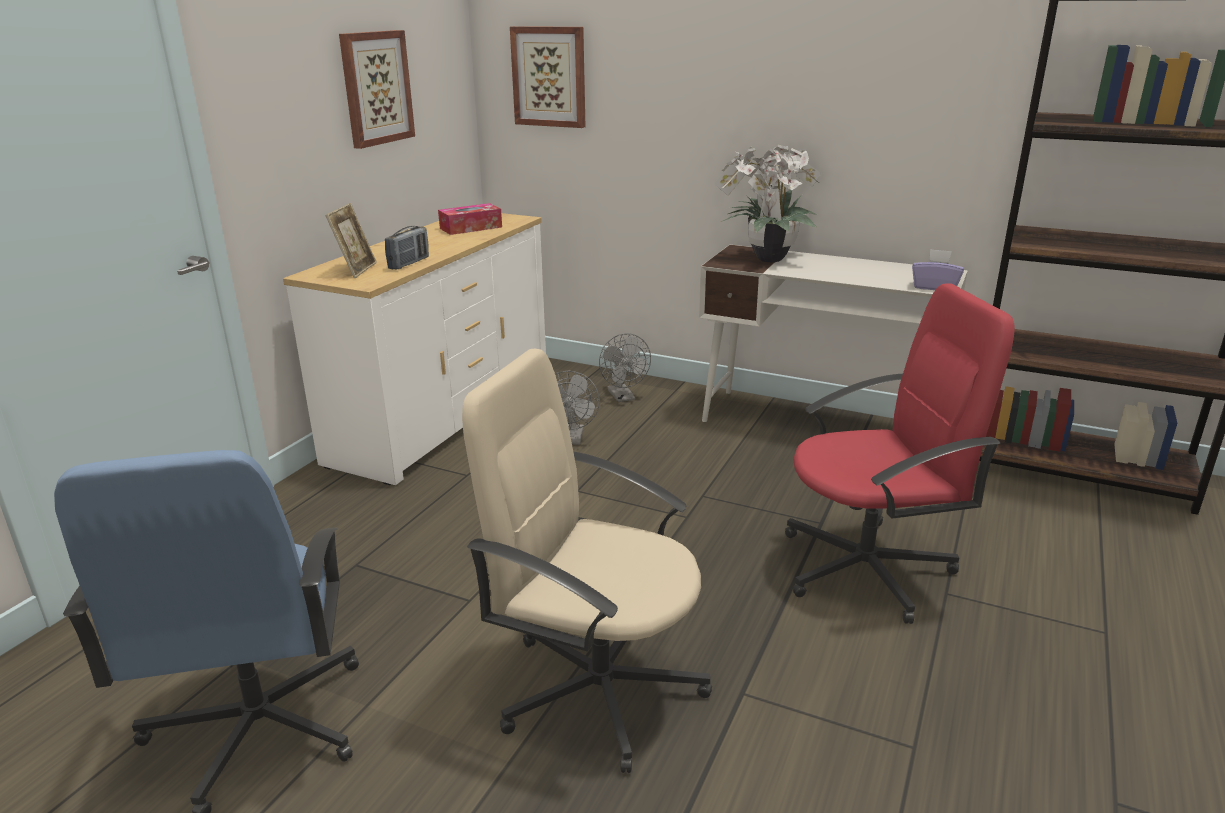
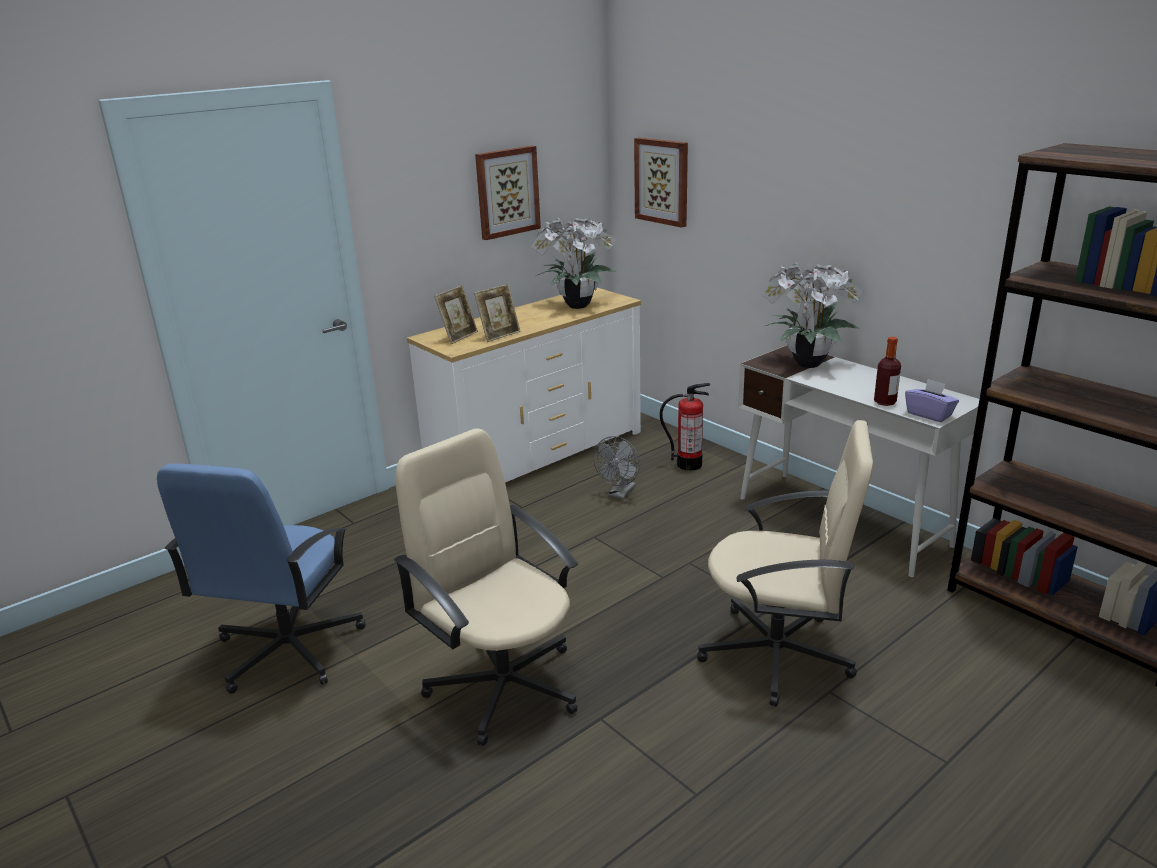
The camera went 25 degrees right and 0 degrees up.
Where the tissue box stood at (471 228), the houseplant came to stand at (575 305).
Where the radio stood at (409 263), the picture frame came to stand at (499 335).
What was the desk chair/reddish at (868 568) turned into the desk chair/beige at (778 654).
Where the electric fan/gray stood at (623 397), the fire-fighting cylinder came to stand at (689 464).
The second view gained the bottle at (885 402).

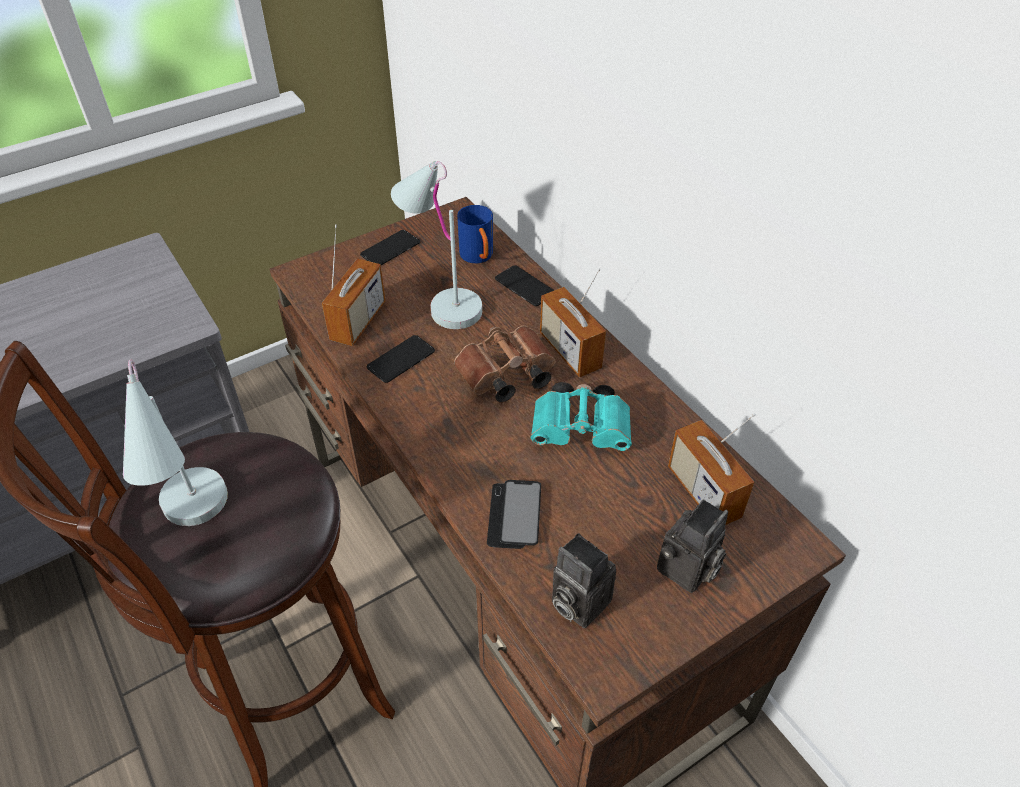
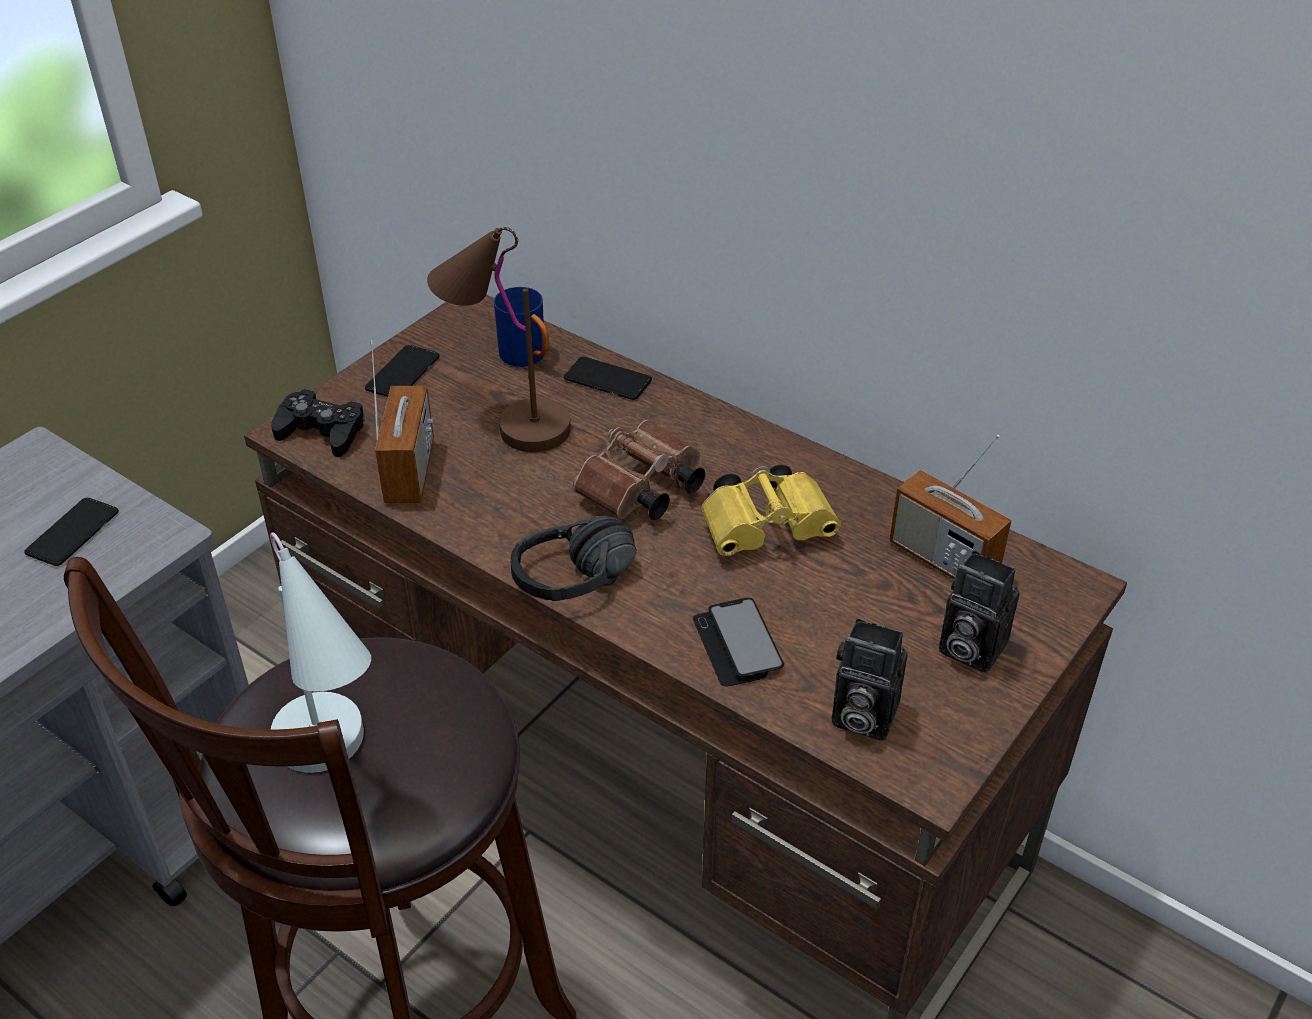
The camera went 20 degrees left and 5 degrees down.
What was the table lamp/whitish at (440 300) turned into the table lamp/brown at (506 421).
The second view lost the radio at (570 351).
The phone ended up elsewhere, having gone from (401 359) to (73 533).
What was the field glasses/turquoise at (583 431) turned into the field glasses/yellowish at (770 529).
The still camera at (687 572) ended up facing another way, 105 degrees clockwise from before.
The second view gained the game controller/black at (322 431).
The second view gained the pair of headphones/black at (584 589).

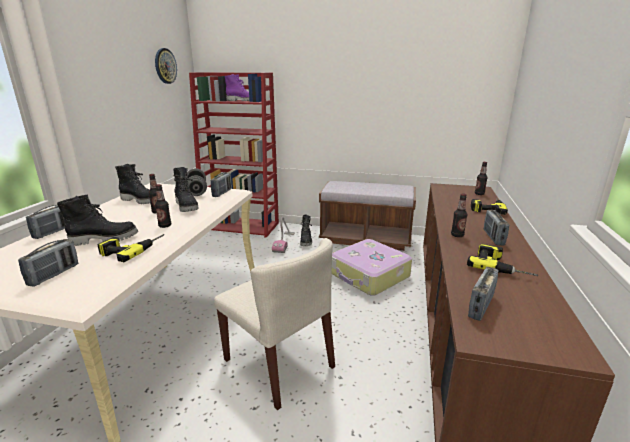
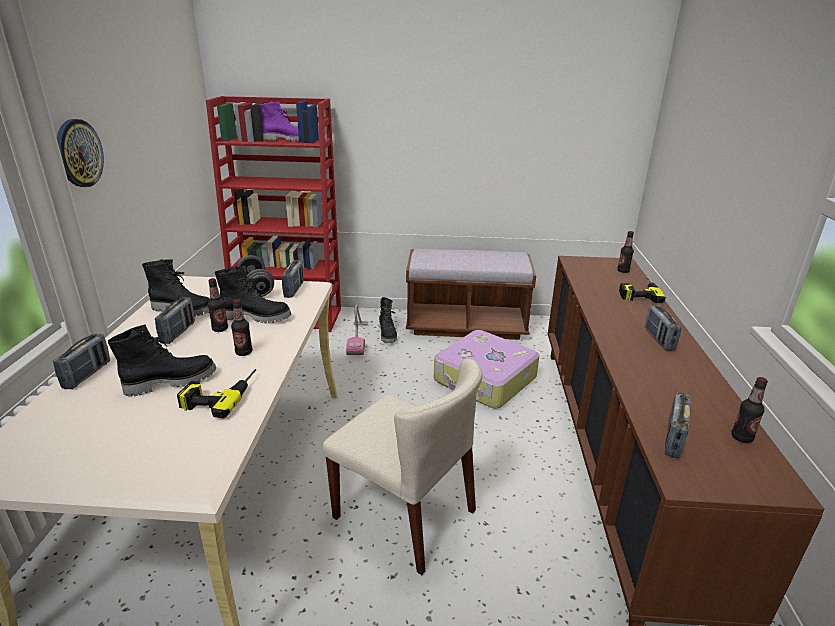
The camera went 10 degrees left and 5 degrees up.
The hanging clock ended up elsewhere, having gone from (165 66) to (78 153).
The boot/black at (187 206) ended up facing another way, 45 degrees counterclockwise from before.
The bottle ended up elsewhere, having gone from (457 235) to (741 437).
The radio ended up elsewhere, having gone from (54 275) to (178 333).
The second view lost the power drill at (501 266).

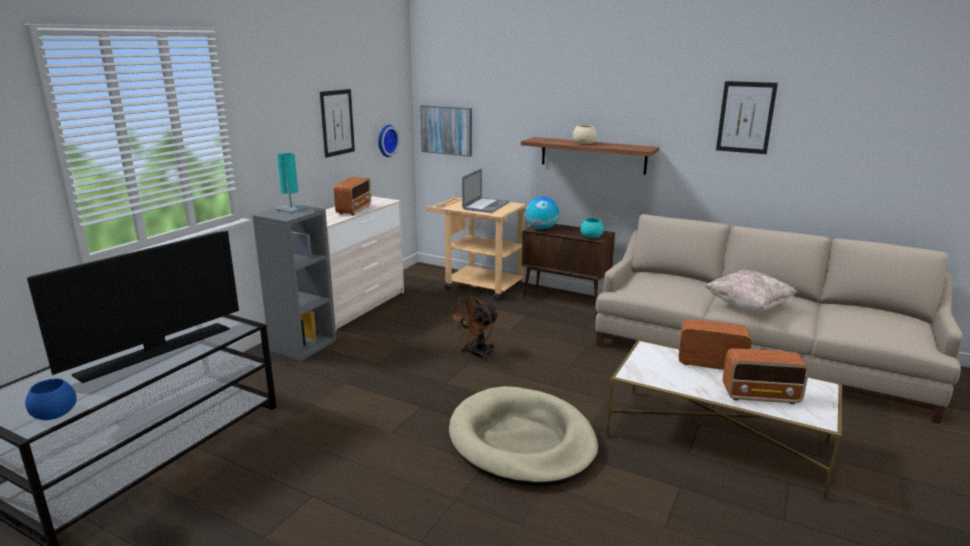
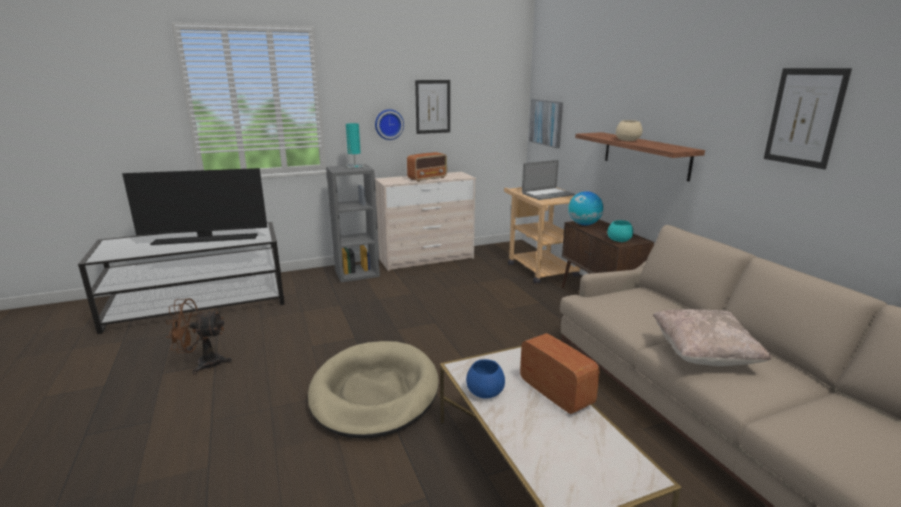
The camera went 40 degrees right and 0 degrees up.
The hanging clock ended up elsewhere, having gone from (386 140) to (388 124).
The electric fan/brown ended up elsewhere, having gone from (476 355) to (203 364).
The second view lost the radio at (761 396).
The deep dish/blue ended up elsewhere, having gone from (54 414) to (485 392).

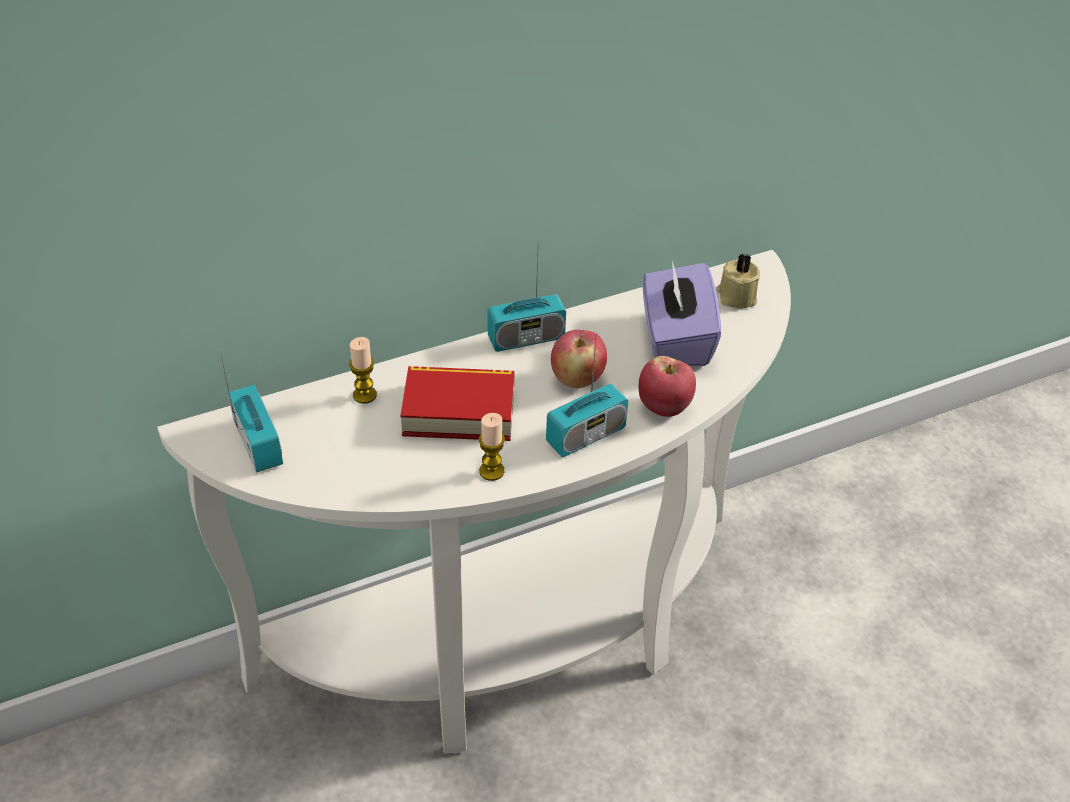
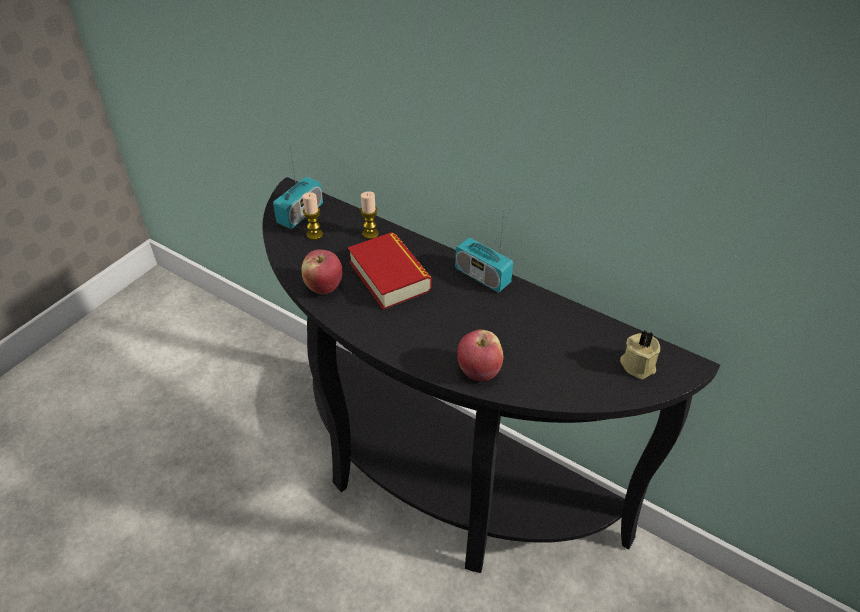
The camera went 60 degrees right and 0 degrees up.
What was the console table/whitish at (521 643) turned into the console table/black at (435 480).
The second view lost the tissue box/purple at (675 339).
The apple ended up elsewhere, having gone from (577 379) to (324 287).
The second view lost the radio at (586 435).
The wax candle ended up elsewhere, having gone from (491 471) to (314 234).

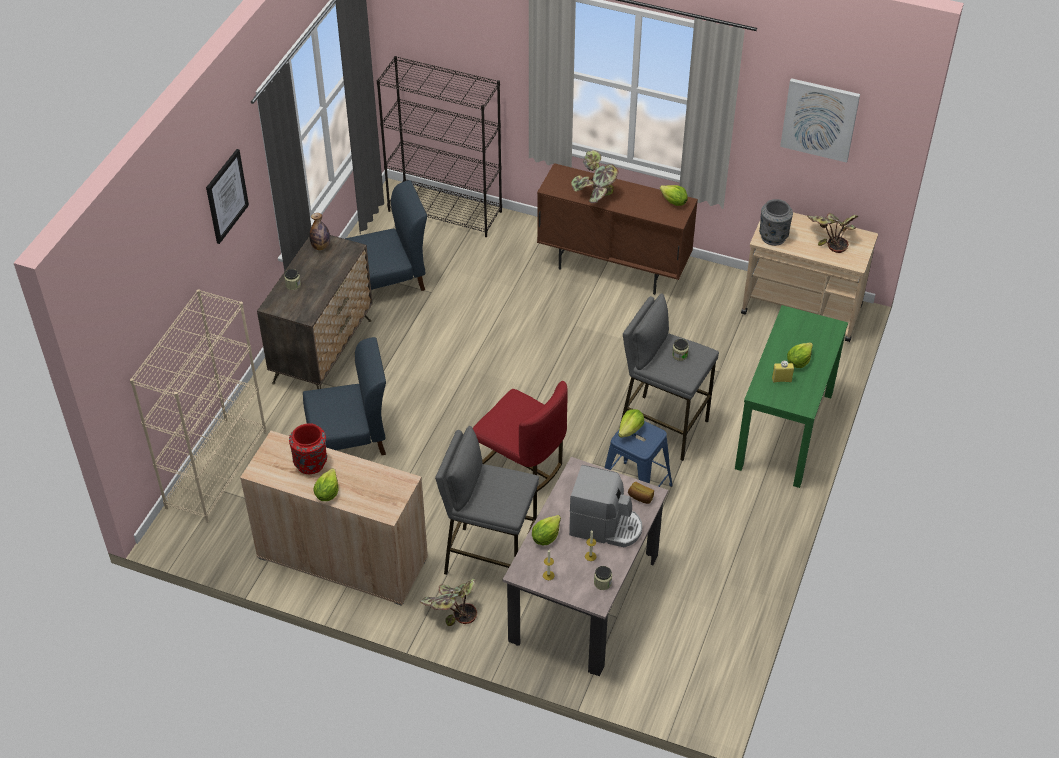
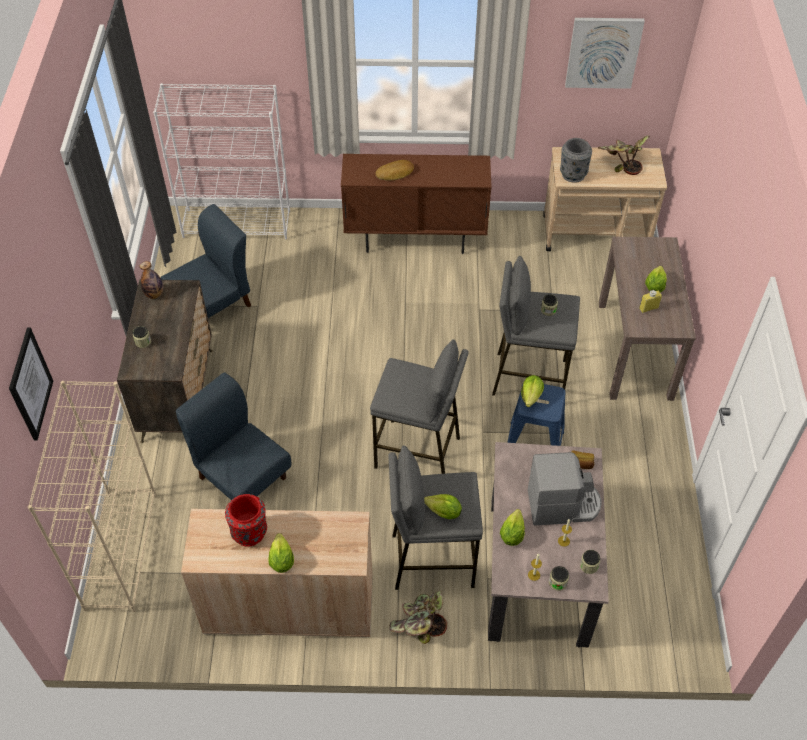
The camera went 20 degrees left and 5 degrees up.
What was the shelving unit/black at (445 211) turned into the shelving unit/whitish at (237 224).
The wall picture ended up elsewhere, having gone from (226 196) to (30 384).
Where the houseplant stood at (595 193), the bread came to stand at (395 173).
The lettuce head ended up elsewhere, having gone from (673 202) to (444 512).
What was the console table/green-coloured at (784 430) turned into the console table/brown at (635 350).
The chair/blue at (349 438) ended up facing another way, 105 degrees counterclockwise from before.
Where the chair/reddish stood at (521 463), the sitting stool/gray came to stand at (418 452).
The second view gained the jar at (557 582).

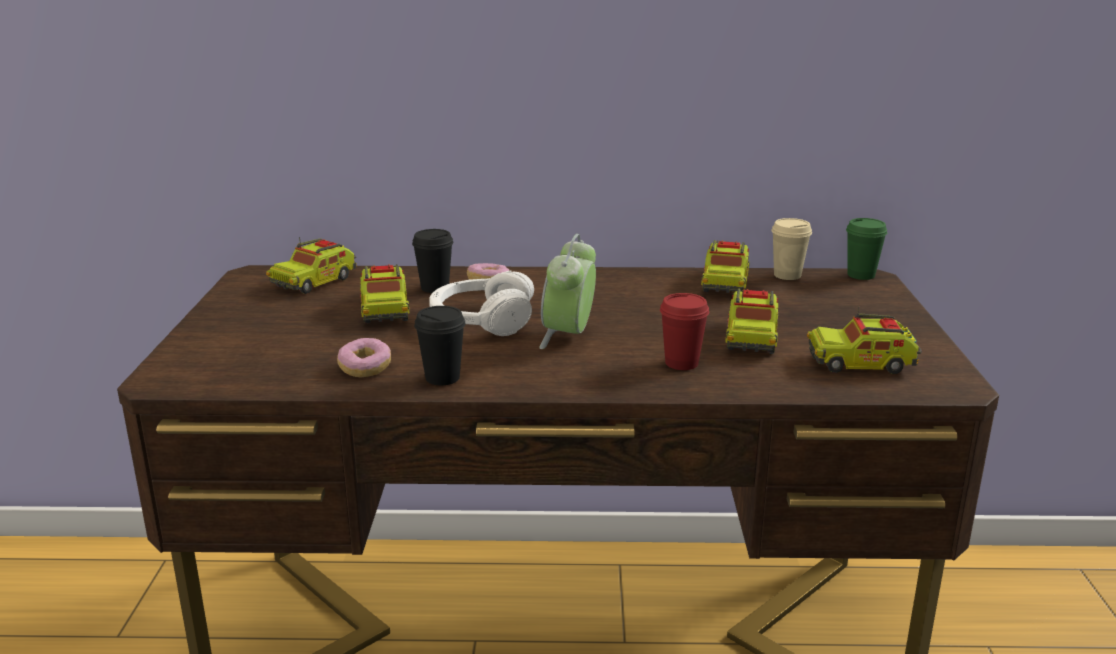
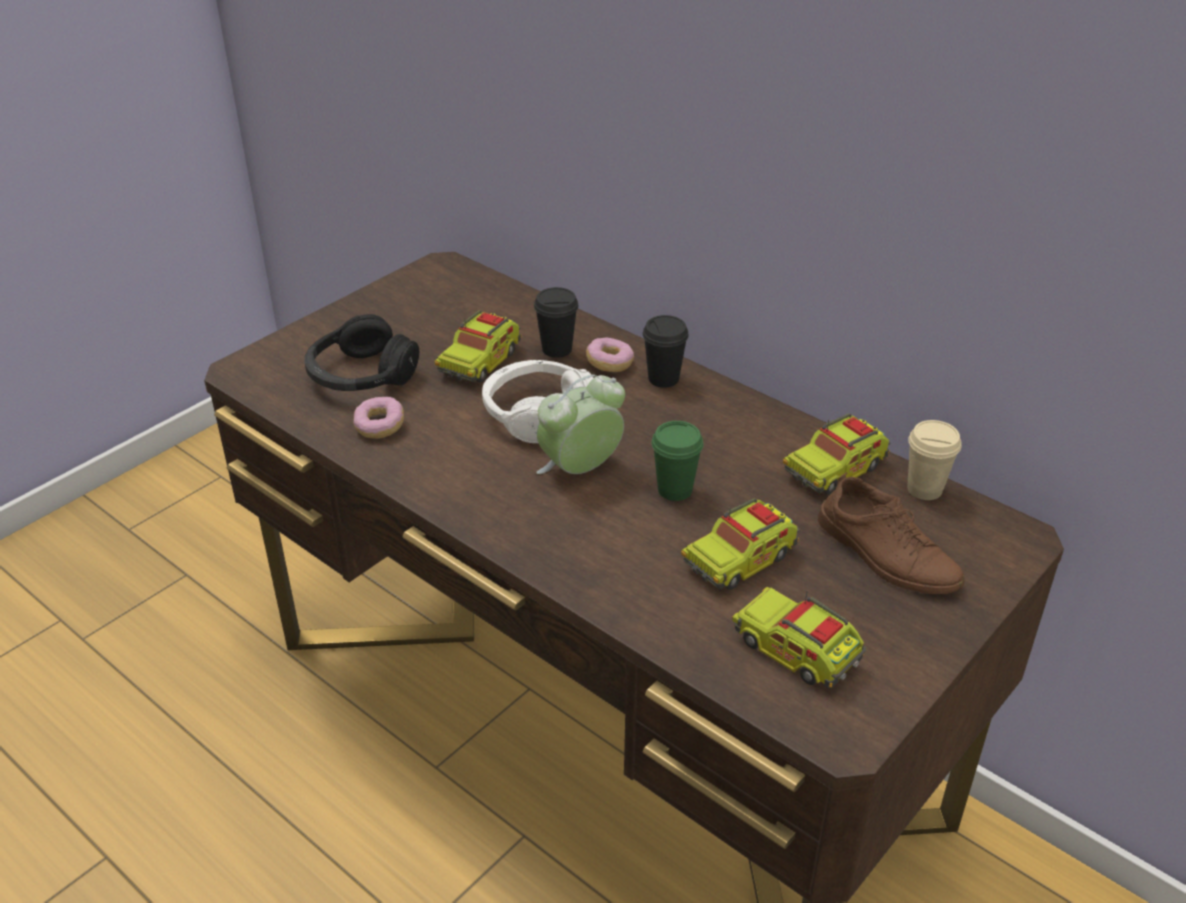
The camera went 40 degrees right and 15 degrees up.
The drinking cup/green-coloured ended up elsewhere, having gone from (861 275) to (674 490).
The second view lost the toy truck at (314 282).
The second view lost the drinking cup/reddish at (681 363).
The drinking cup/black ended up elsewhere, having gone from (442 378) to (663 379).
The second view gained the pair of headphones/black at (361 376).
The second view gained the item of footwear/brown at (886 554).

